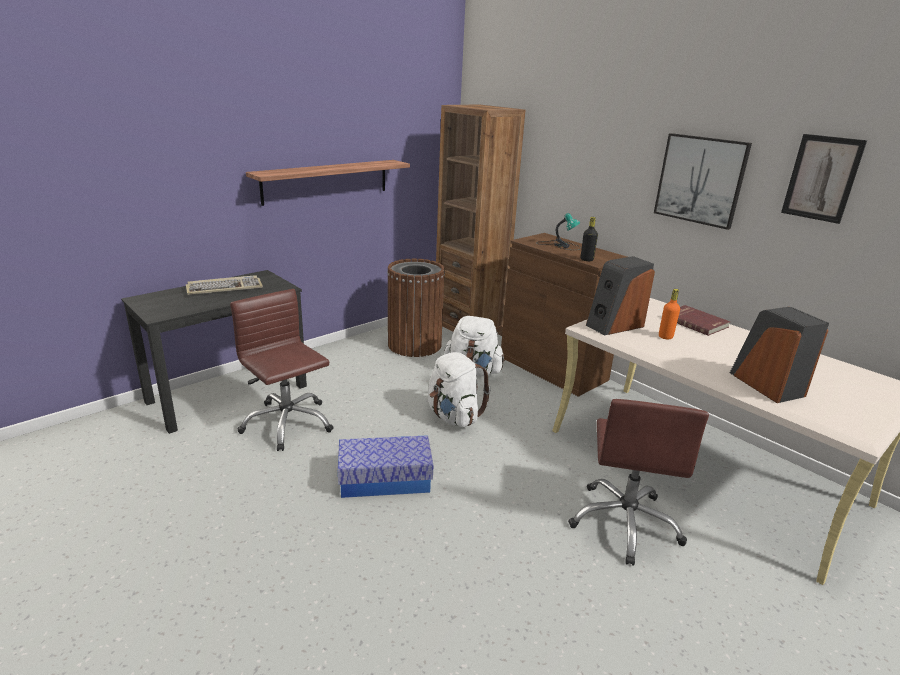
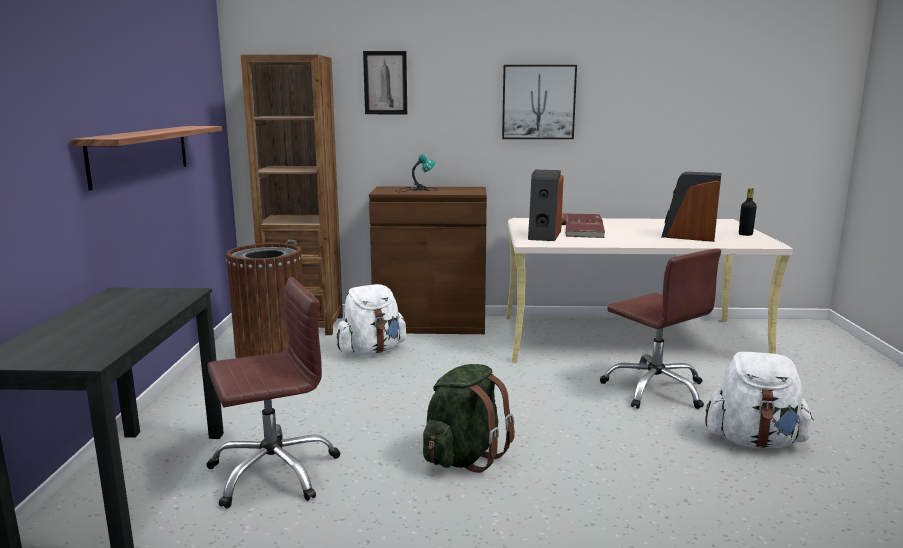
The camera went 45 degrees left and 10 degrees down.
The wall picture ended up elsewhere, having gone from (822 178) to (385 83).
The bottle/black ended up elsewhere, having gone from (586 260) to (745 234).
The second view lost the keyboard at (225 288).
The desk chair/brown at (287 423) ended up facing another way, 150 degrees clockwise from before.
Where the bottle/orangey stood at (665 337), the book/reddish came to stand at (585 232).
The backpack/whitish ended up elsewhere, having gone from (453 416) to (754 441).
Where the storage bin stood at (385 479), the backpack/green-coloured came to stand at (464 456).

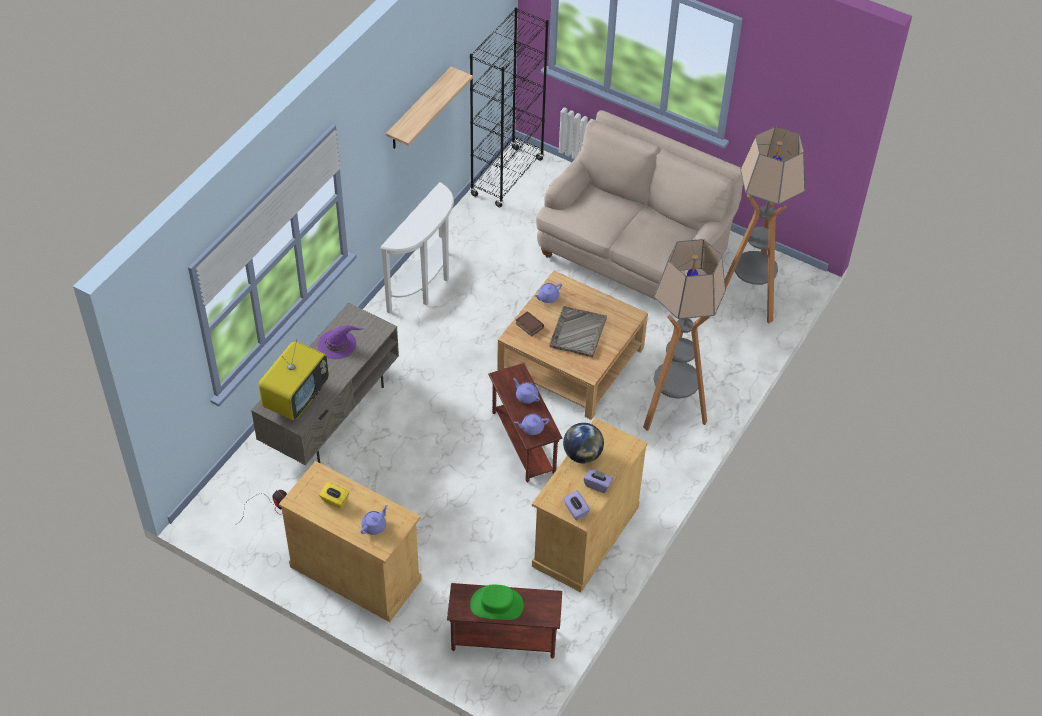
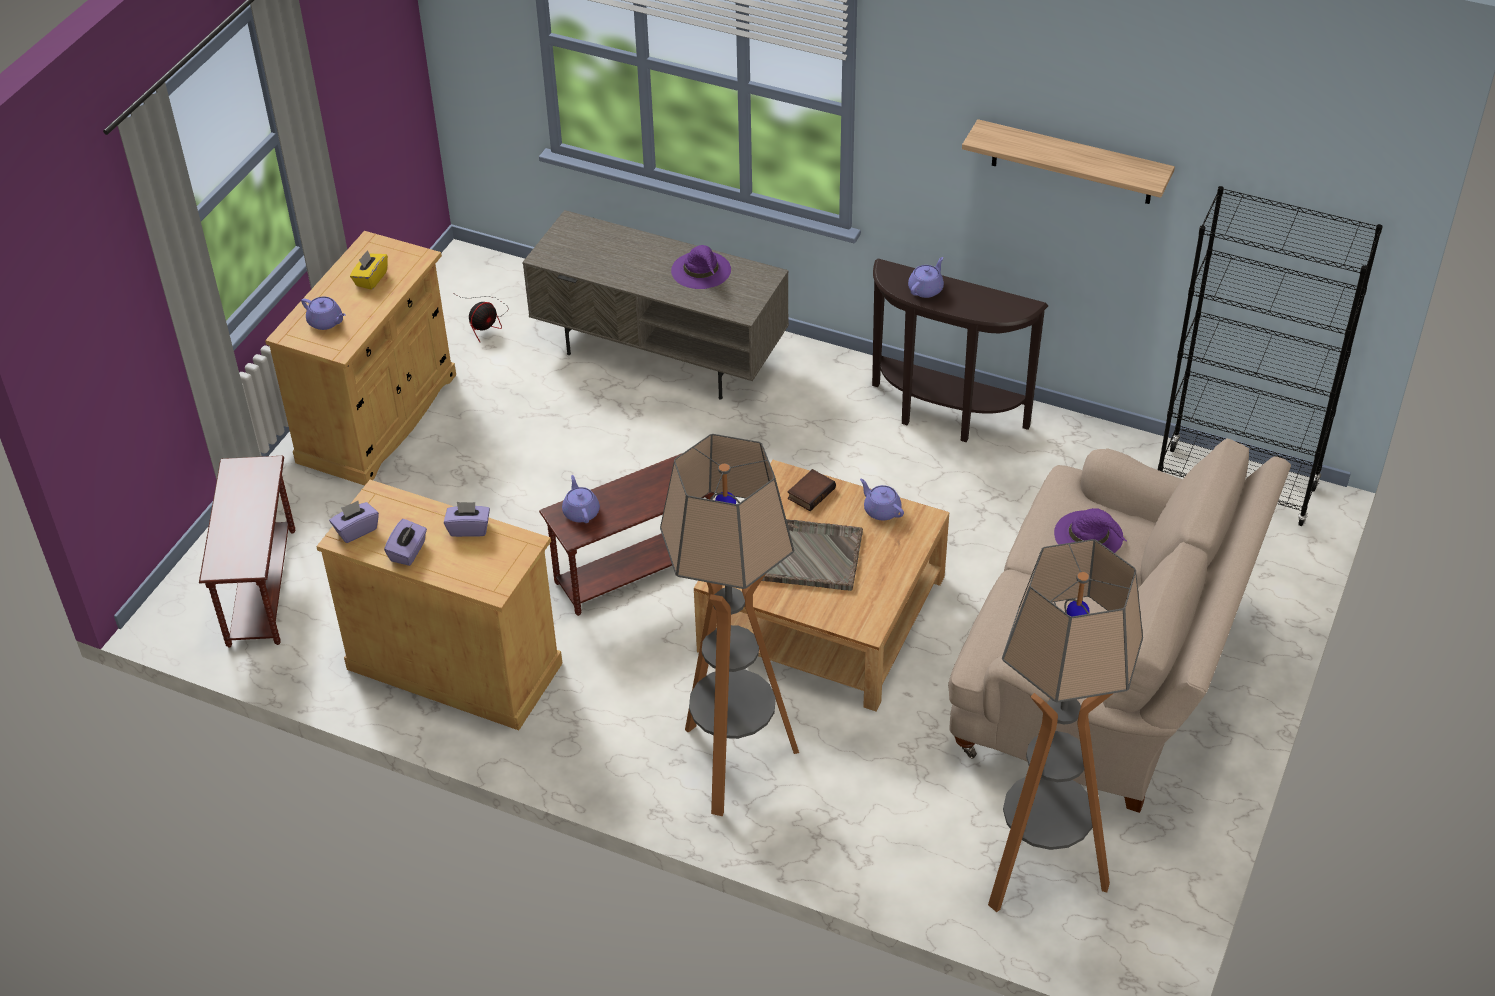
The camera went 85 degrees right and 5 degrees down.
What was the console table/whitish at (425 285) turned into the console table/brown at (944 417).
The second view lost the TV at (296 397).
The teapot/purple ended up elsewhere, having gone from (526 396) to (926 289).
Where the world globe stood at (582 455), the tissue box/purple came to stand at (469 528).
The second view lost the wearable hat/green-coloured at (496 605).
The second view gained the wearable hat/purple at (1089 535).

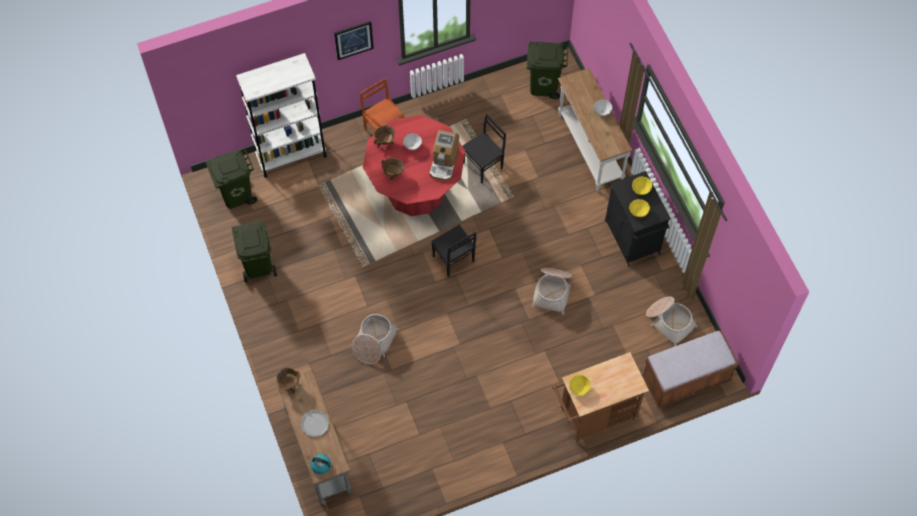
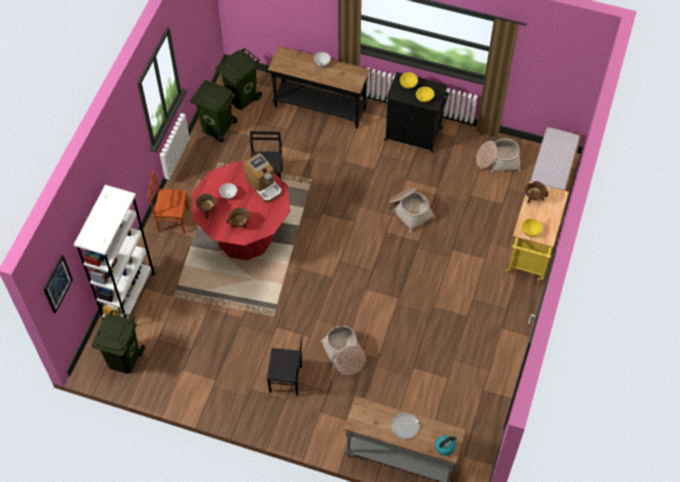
The camera went 50 degrees left and 5 degrees down.
The wall picture ended up elsewhere, having gone from (353 39) to (57 284).
What was the console table/whitish at (589 149) turned into the console table/black at (319 108).
The trash can/green-coloured ended up elsewhere, having gone from (259 265) to (217 127).
The chair/black ended up elsewhere, having gone from (453 259) to (286 380).
What was the cart/brown at (593 416) turned into the cart/yellowish at (530 257).
The cooking pot/brown ended up elsewhere, having gone from (290 384) to (533 198).

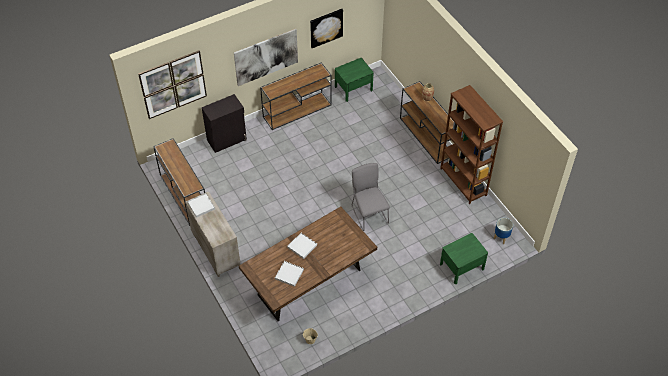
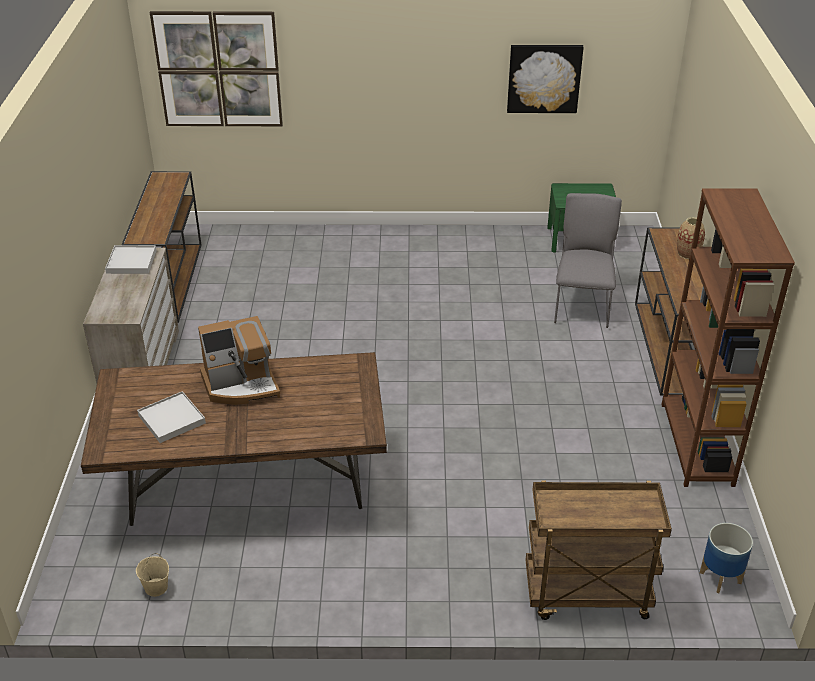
The camera went 30 degrees right and 15 degrees down.
The second view lost the wall picture at (266 56).
The second view lost the console table/brown at (297 110).
The second view lost the cupboard/black at (227 140).
The chair/gray ended up elsewhere, having gone from (369 213) to (582 306).
Where the serving tray/whitish stood at (302 246), the coffee maker came to stand at (241 385).
Where the nightstand/green-coloured stood at (462 266), the cart/brown came to stand at (586 595).

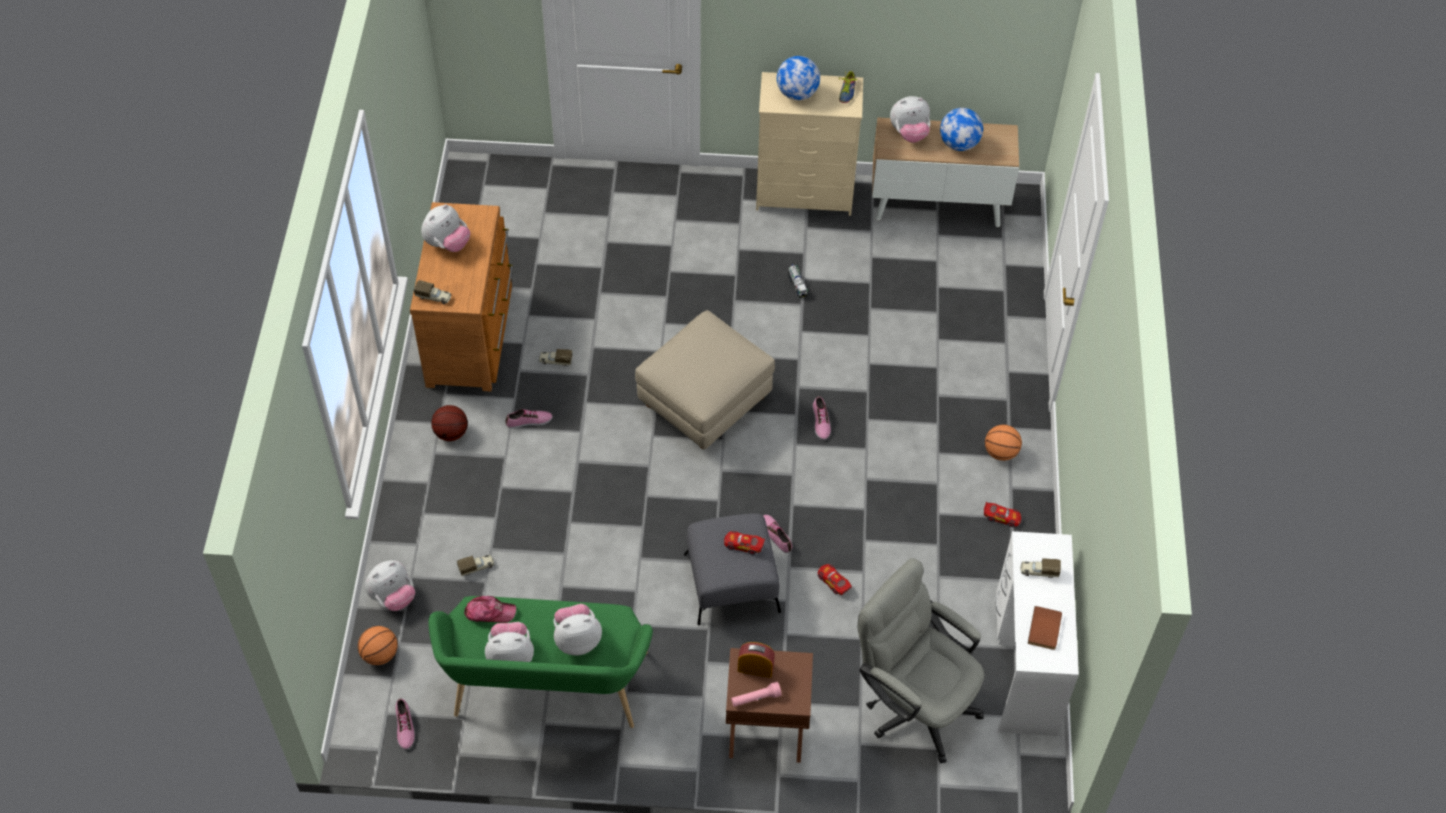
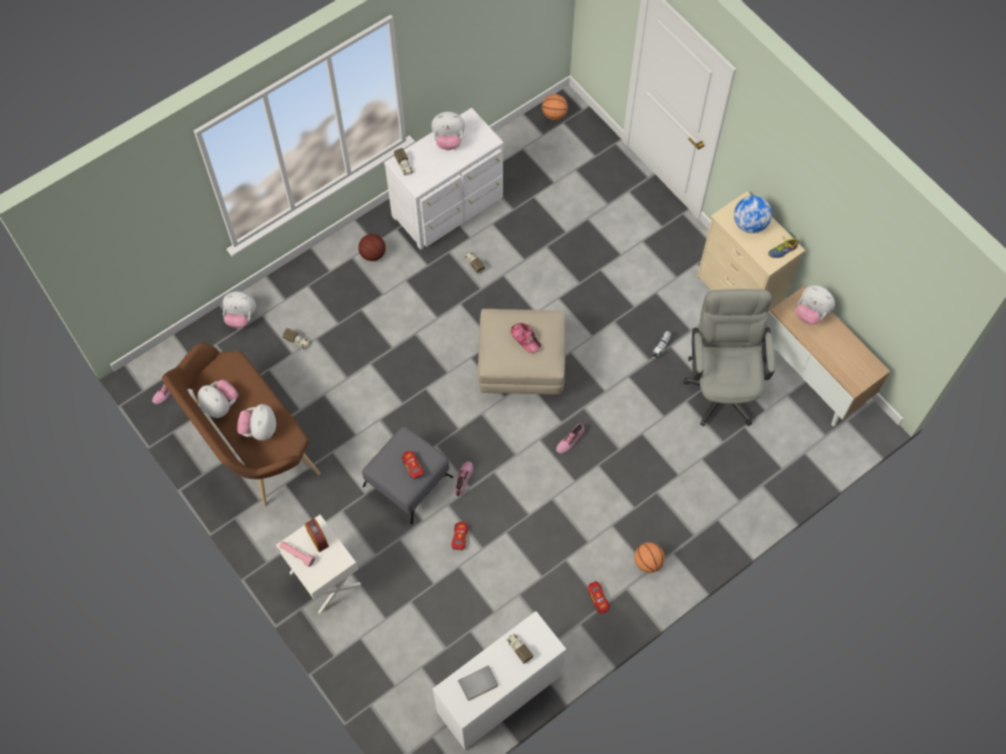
The camera went 50 degrees right and 10 degrees up.
The second view lost the world globe at (959 144).
What was the dresser/brown at (472 335) turned into the dresser/whitish at (450 207).
The second view lost the item of footwear at (529 421).
The desk chair/gray ended up elsewhere, having gone from (913 702) to (722 385).
What was the indoor bench/green-coloured at (546 692) turned into the indoor bench/brown at (249 443).
The cap ended up elsewhere, having gone from (490 612) to (525 338).
The plush toy at (577 640) ended up facing another way, 120 degrees counterclockwise from before.
What was the book/brown at (1046 629) turned into the book/gray at (478 684).
The basketball ball ended up elsewhere, having gone from (380 654) to (554 114).
What was the nightstand/brown at (766 730) turned into the nightstand/whitish at (324 579).

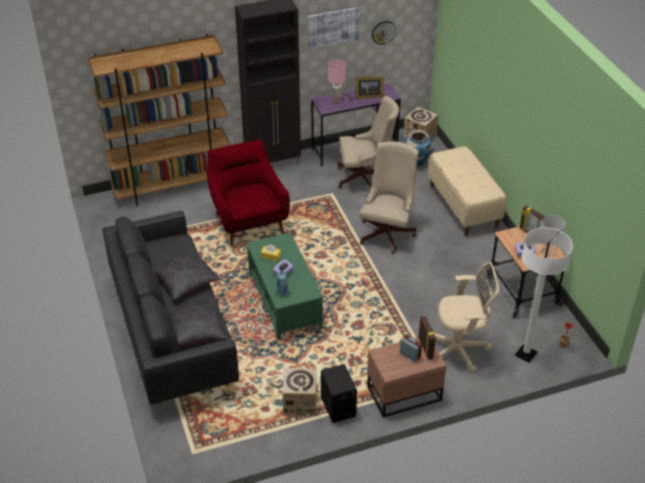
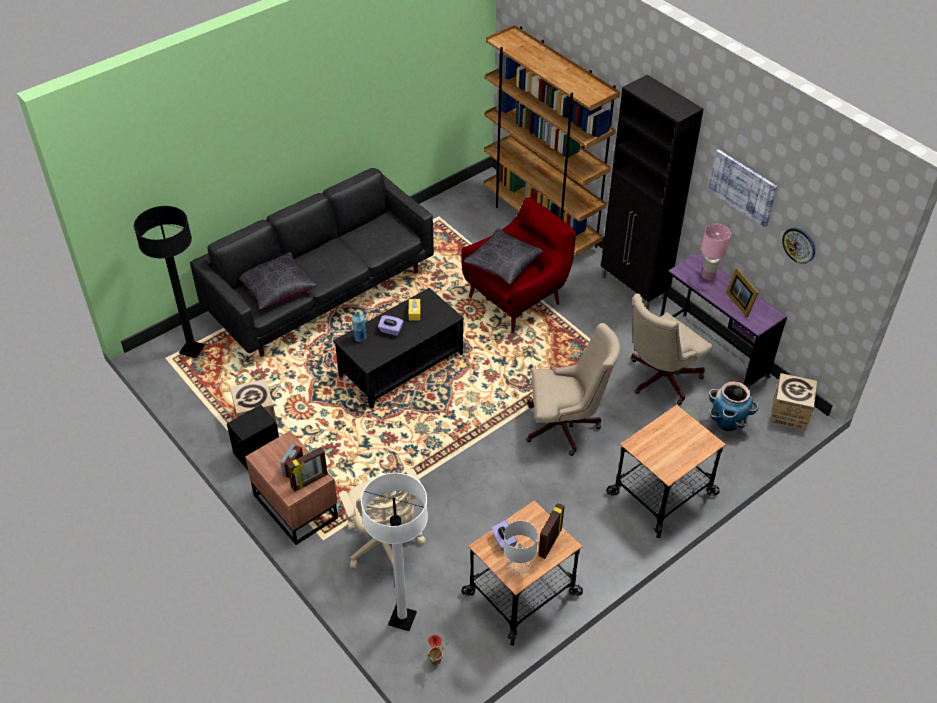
The camera went 70 degrees right and 5 degrees up.
The desk chair/beige at (365 178) ended up facing another way, 75 degrees clockwise from before.
Where the indoor bench/beige stood at (464 206), the cart came to stand at (662 494).
What was the coffee table/green-coloured at (284 301) turned into the coffee table/black at (400 364).
The throw pillow/black ended up elsewhere, having gone from (185 280) to (503 264).
The second view gained the standing lamp/black at (192 350).

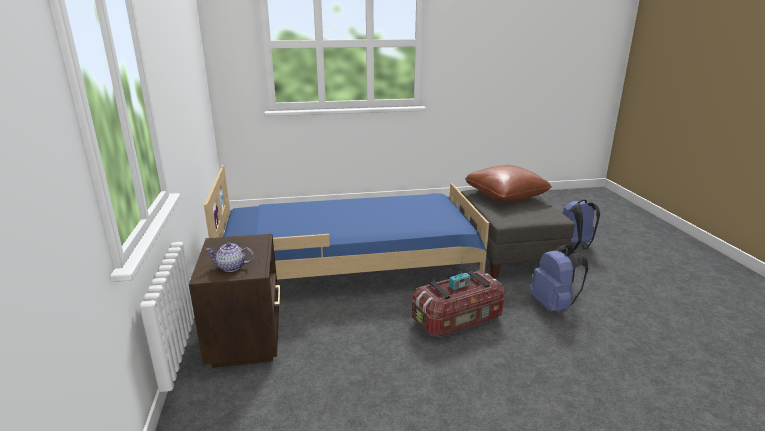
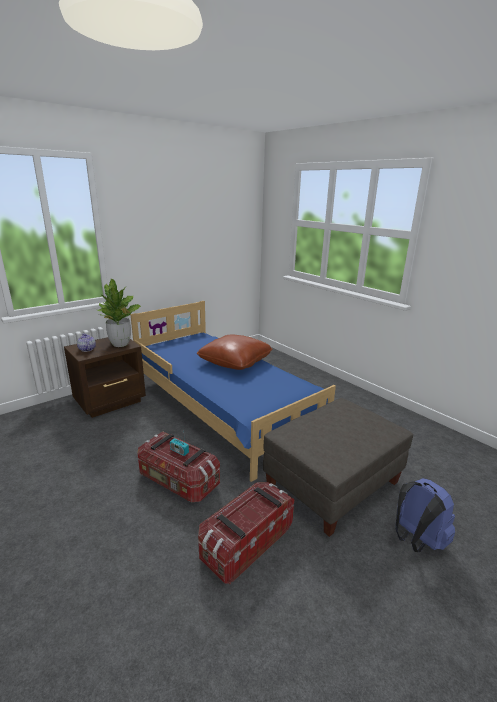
The camera went 60 degrees right and 0 degrees up.
The throw pillow/brown ended up elsewhere, having gone from (506 195) to (235 362).
Where the backpack/blue stood at (553 305), the storage bin came to stand at (246 543).
The second view gained the houseplant at (120 344).

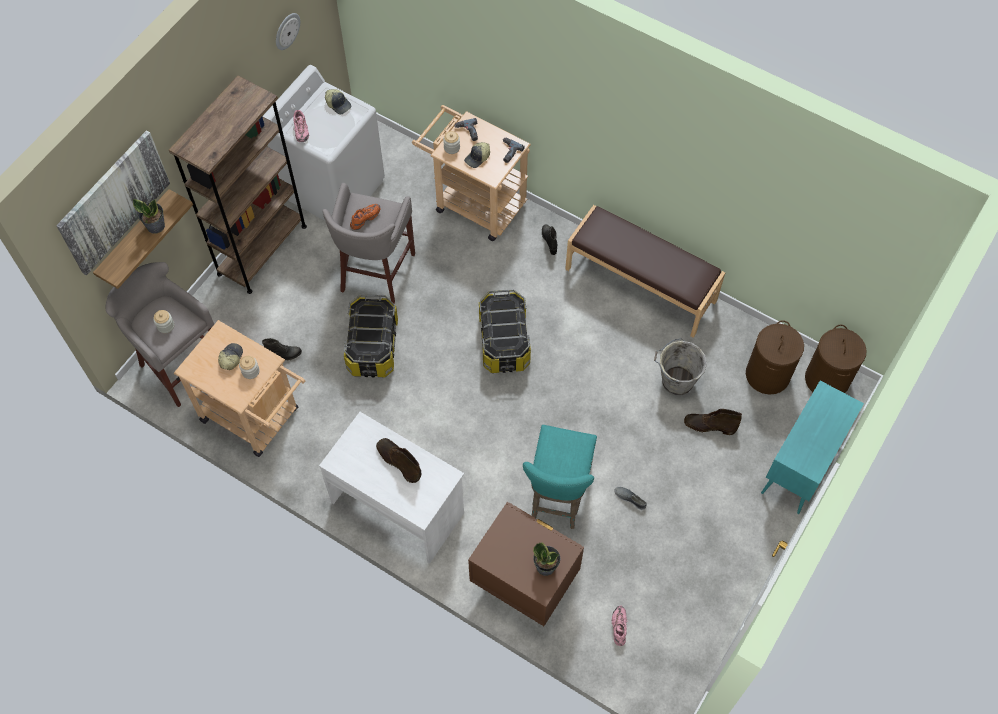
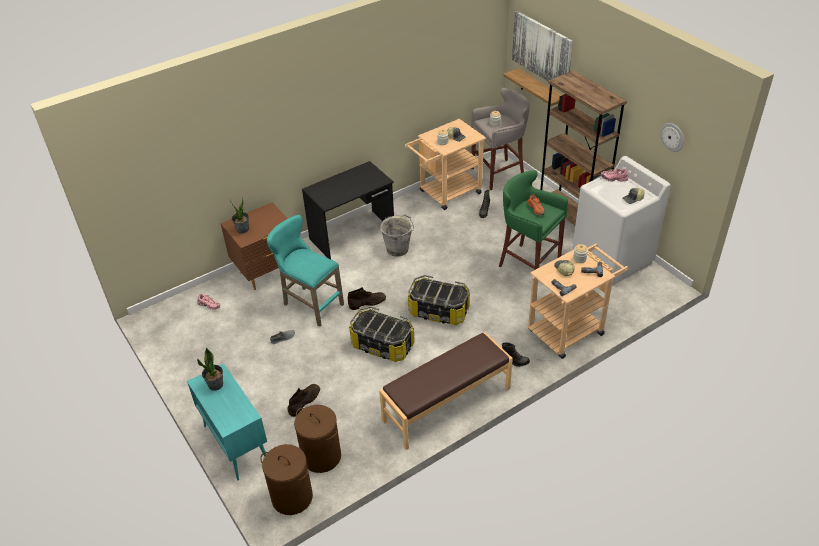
The camera went 115 degrees right and 20 degrees down.
What was the sitting stool/gray at (375 273) turned into the sitting stool/green-coloured at (527 263).
The houseplant ended up elsewhere, having gone from (155 225) to (216 384).
The storage bin ended up elsewhere, having gone from (373 346) to (382 345).
The bucket/gray ended up elsewhere, having gone from (676 381) to (398 248).
What was the desk table/whitish at (398 506) turned into the desk table/black at (353 235).
The boot/brown ended up elsewhere, having gone from (398 461) to (367 303).

